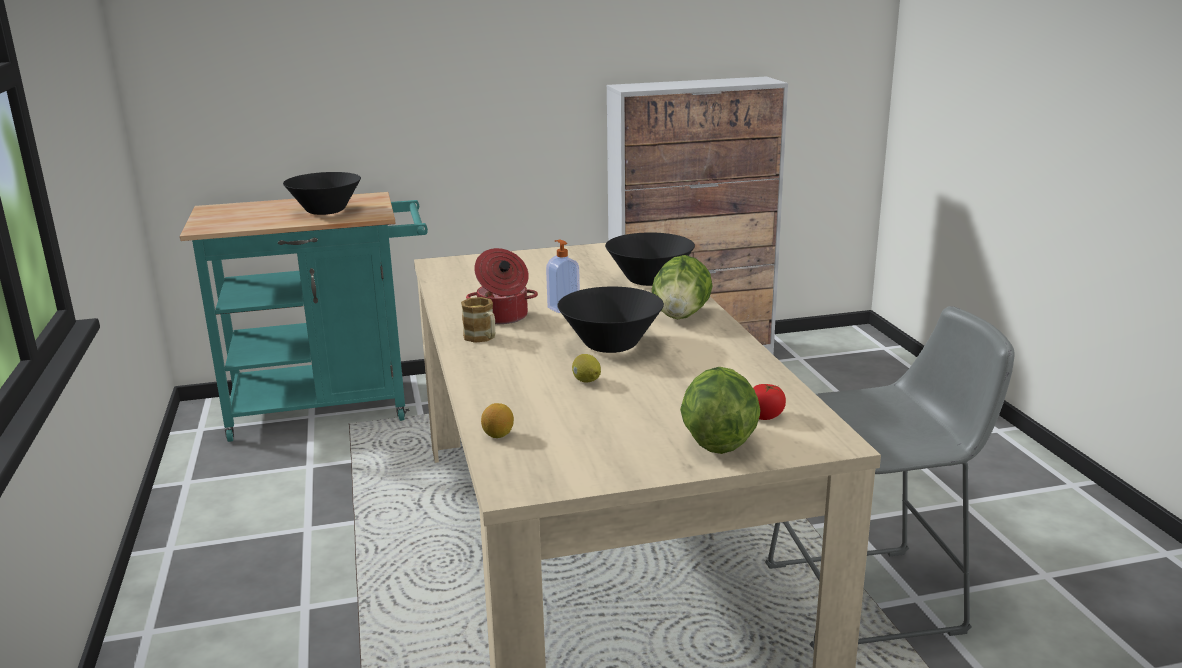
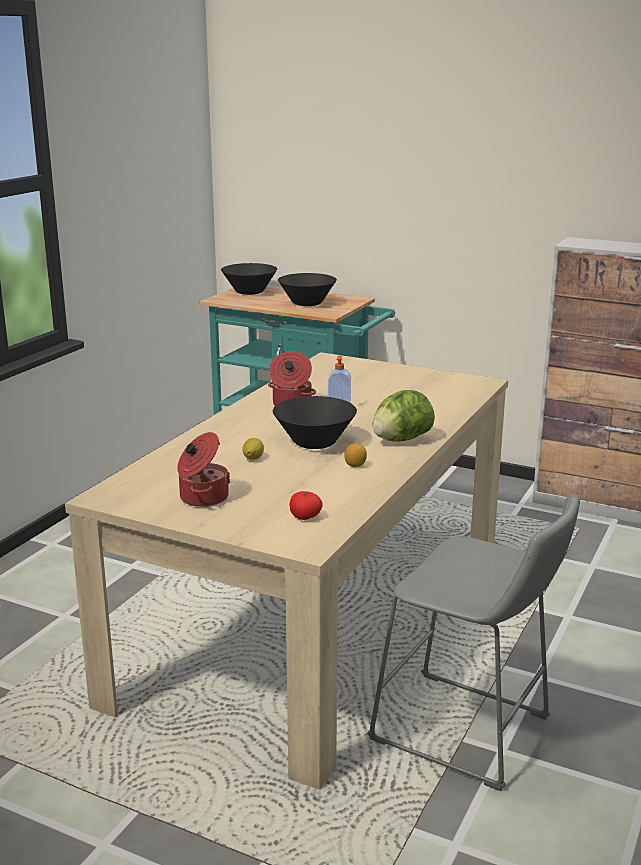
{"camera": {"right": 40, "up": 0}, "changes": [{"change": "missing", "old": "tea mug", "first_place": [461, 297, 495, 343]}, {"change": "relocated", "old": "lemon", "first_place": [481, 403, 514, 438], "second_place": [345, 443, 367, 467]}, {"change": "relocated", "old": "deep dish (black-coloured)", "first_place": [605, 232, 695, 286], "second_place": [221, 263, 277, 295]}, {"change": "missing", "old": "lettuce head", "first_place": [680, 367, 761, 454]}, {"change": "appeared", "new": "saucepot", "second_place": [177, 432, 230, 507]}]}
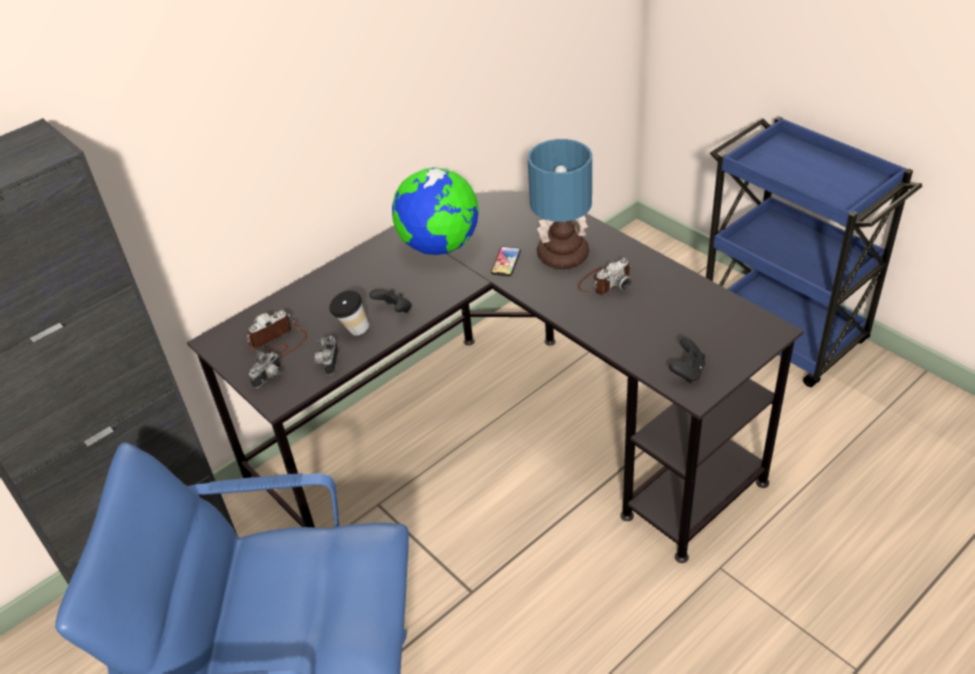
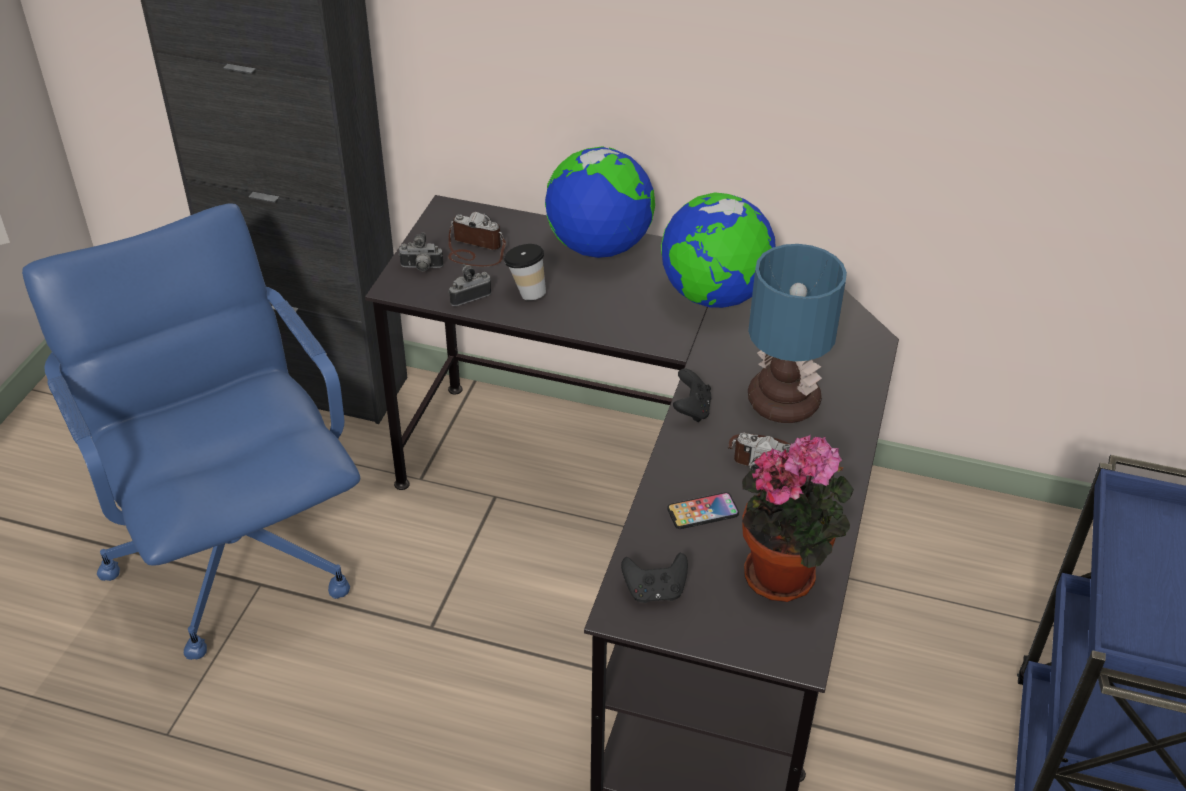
{"camera": {"right": 55, "up": 0}, "changes": [{"change": "relocated", "old": "gamepad (black-coloured)", "first_place": [370, 289, 412, 313], "second_place": [673, 368, 711, 422]}, {"change": "relocated", "old": "telephone", "first_place": [491, 246, 521, 276], "second_place": [667, 492, 739, 529]}, {"change": "appeared", "new": "desk globe", "second_place": [545, 146, 655, 258]}, {"change": "appeared", "new": "potted plant", "second_place": [742, 435, 854, 602]}]}
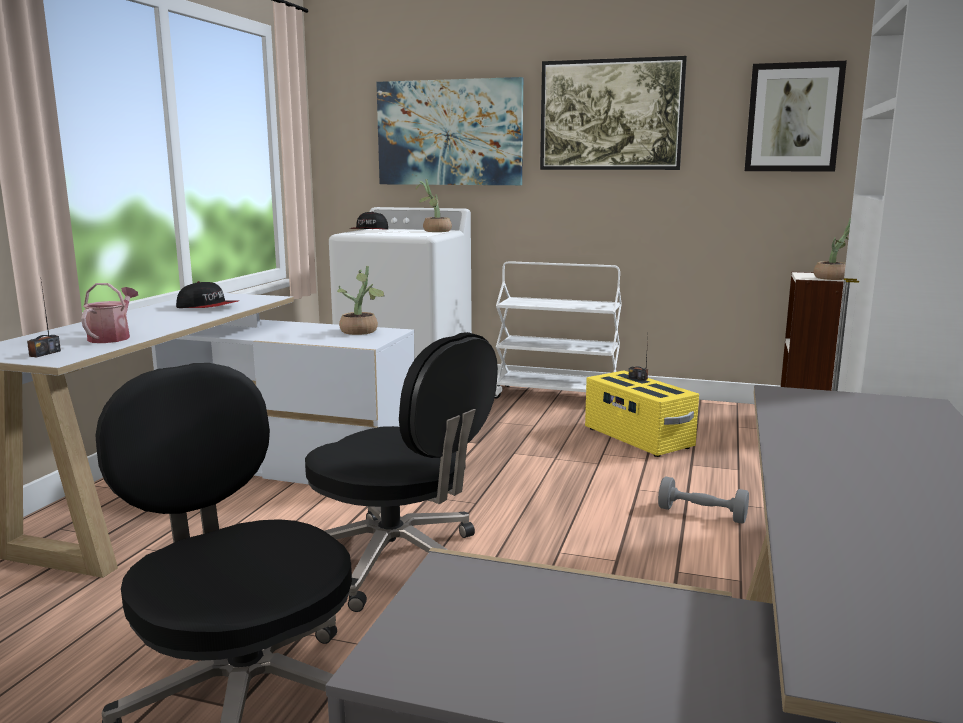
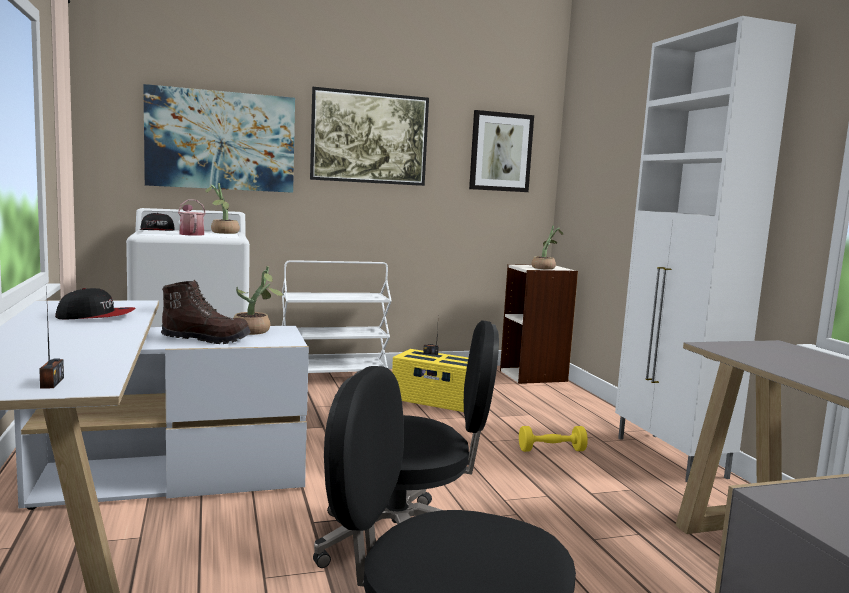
{"camera": {"right": -35, "up": -5}, "changes": [{"change": "relocated", "old": "watering can", "first_place": [81, 283, 138, 343], "second_place": [178, 199, 206, 236]}, {"change": "colour", "old": "free weight (grey)", "new": "free weight (yellow)", "first_place": [658, 476, 749, 524], "second_place": [519, 426, 588, 452]}, {"change": "appeared", "new": "high-top boot (brownish)", "second_place": [161, 280, 251, 344]}]}
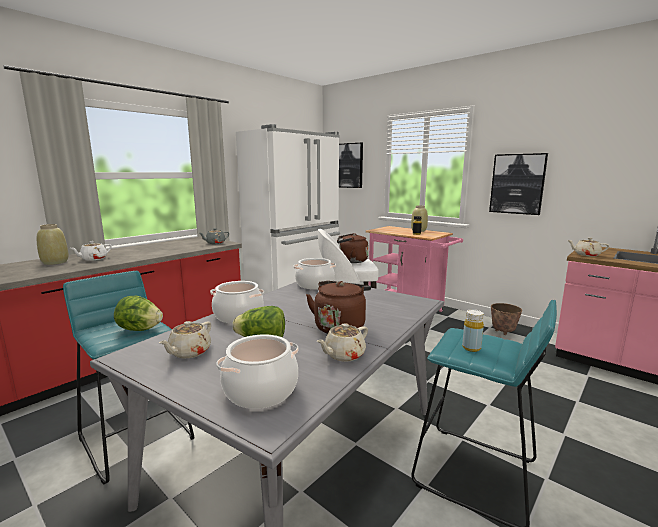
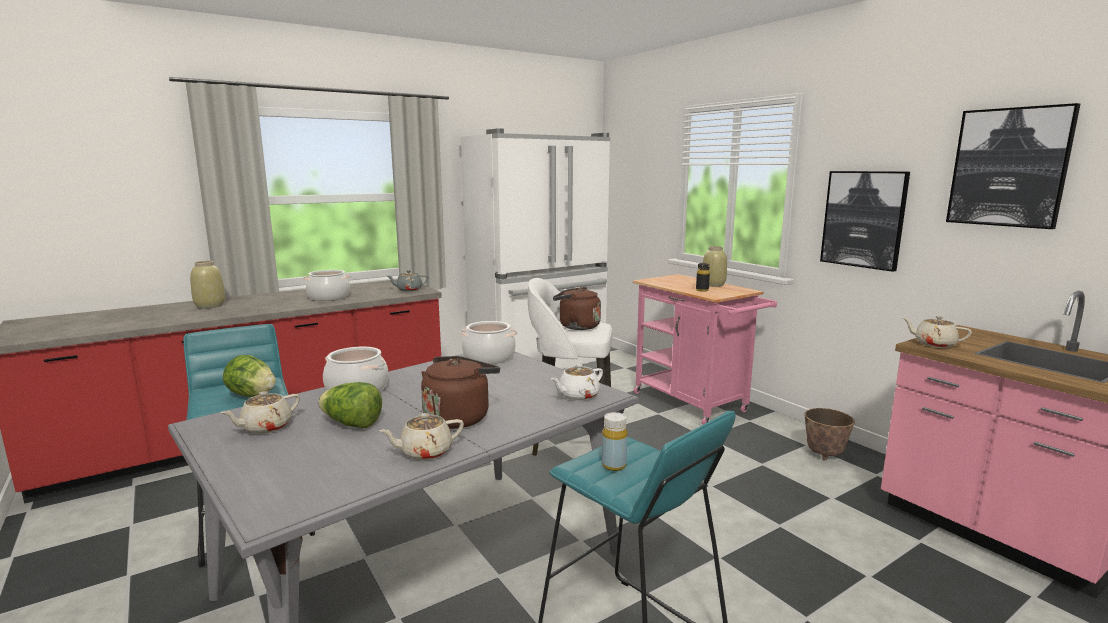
{"camera": {"right": 15, "up": 0}, "changes": [{"change": "relocated", "old": "pot for tea (white-coloured)", "first_place": [70, 241, 112, 261], "second_place": [551, 364, 603, 401]}, {"change": "relocated", "old": "saucepot", "first_place": [216, 334, 298, 409], "second_place": [303, 270, 351, 301]}, {"change": "relocated", "old": "picture", "first_place": [339, 143, 363, 188], "second_place": [946, 103, 1080, 229]}]}
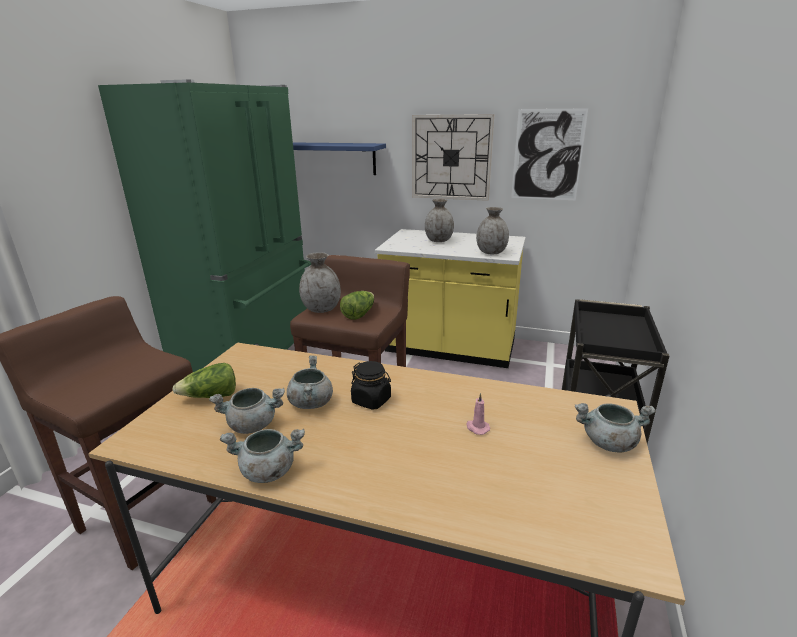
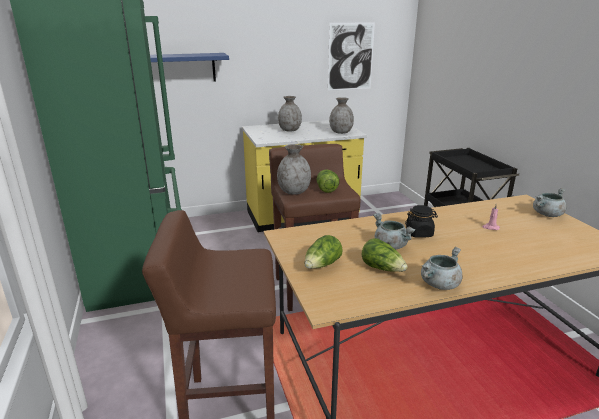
{"camera": {"right": -35, "up": 0}, "changes": [{"change": "exchanged", "old": "saucepot (grey)", "new": "lettuce head", "first_place": [209, 388, 285, 434], "second_place": [362, 238, 408, 272]}, {"change": "missing", "old": "hanging clock", "first_place": [412, 114, 494, 201]}]}
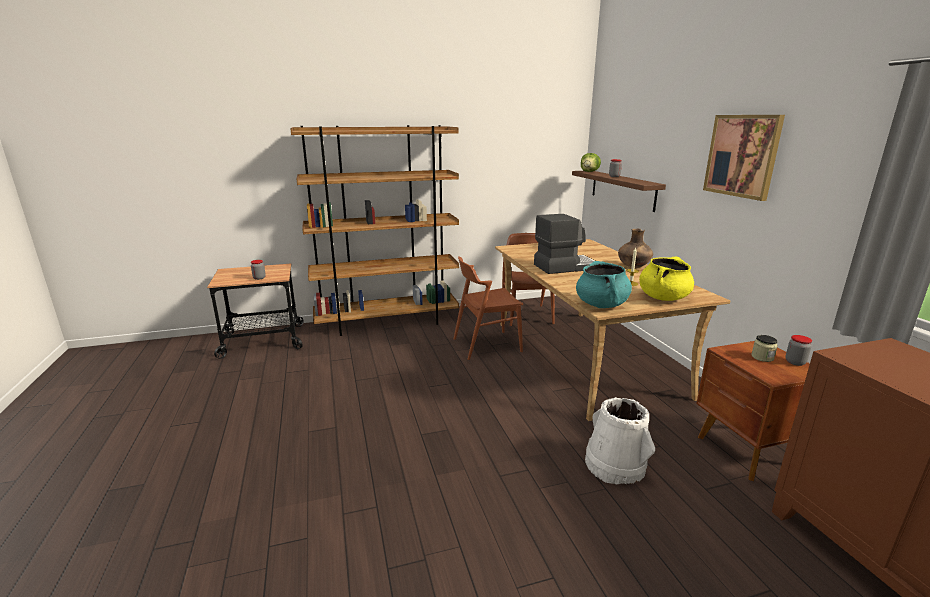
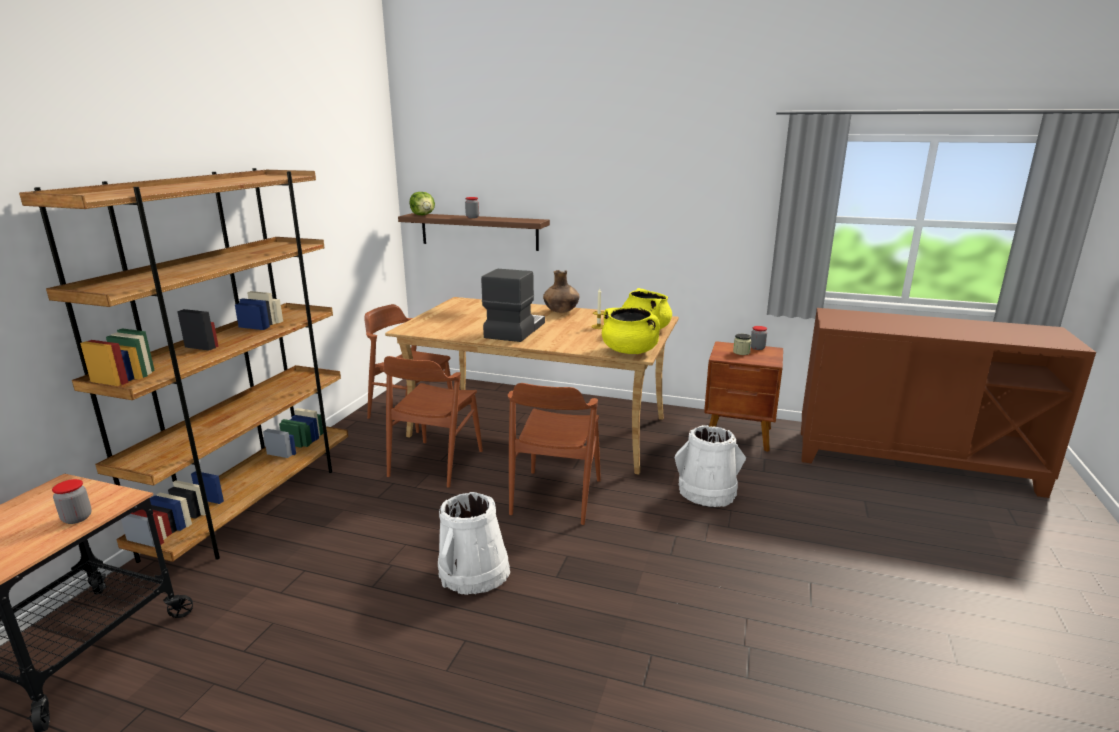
{"camera": {"right": -55, "up": 0}, "changes": [{"change": "colour", "old": "saucepot (turquoise)", "new": "saucepot (yellow)", "first_place": [576, 261, 632, 308], "second_place": [602, 307, 660, 354]}, {"change": "missing", "old": "picture", "first_place": [703, 115, 785, 201]}, {"change": "appeared", "new": "pail (white-coloured)", "second_place": [438, 492, 510, 595]}, {"change": "appeared", "new": "upright chair (brownish)", "second_place": [508, 383, 601, 525]}]}
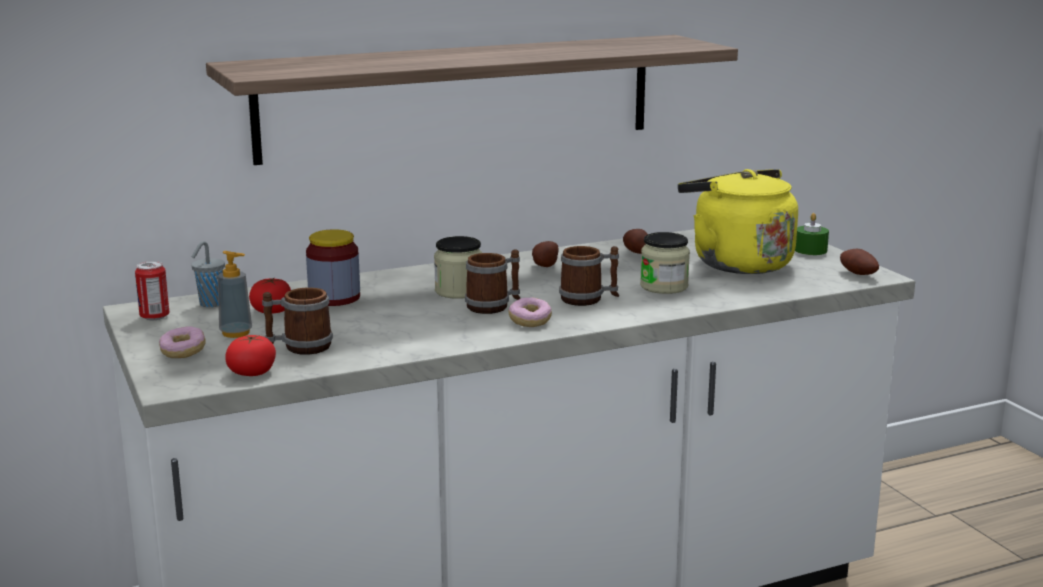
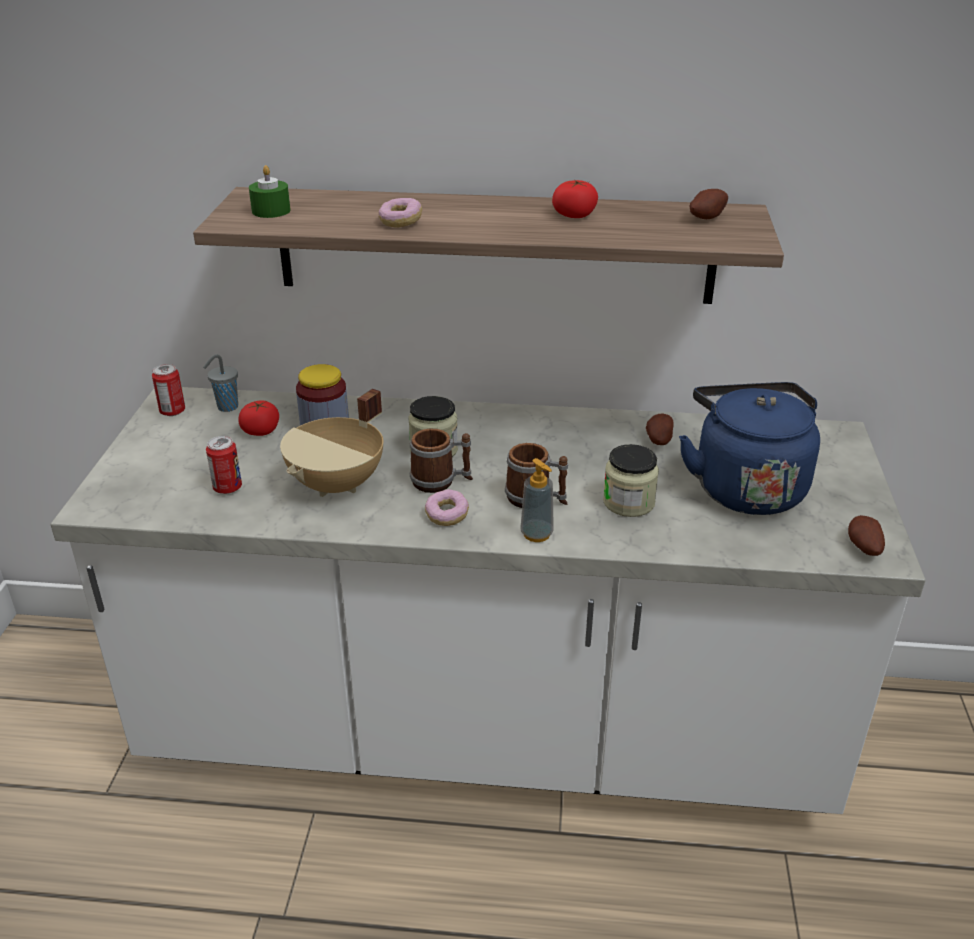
{"camera": {"right": 30, "up": 15}, "changes": [{"change": "relocated", "old": "donut", "first_place": [159, 326, 206, 358], "second_place": [378, 198, 422, 228]}, {"change": "relocated", "old": "soap dispenser", "first_place": [218, 251, 252, 338], "second_place": [520, 458, 554, 542]}, {"change": "relocated", "old": "tomato", "first_place": [225, 335, 276, 376], "second_place": [552, 180, 598, 218]}, {"change": "exchanged", "old": "tea mug", "new": "sealed can", "first_place": [262, 287, 333, 355], "second_place": [206, 436, 242, 494]}, {"change": "relocated", "old": "whole potato", "first_place": [532, 241, 559, 267], "second_place": [690, 189, 728, 219]}, {"change": "colour", "old": "water kettle (yellow)", "new": "water kettle (blue)", "first_place": [678, 169, 798, 274], "second_place": [679, 382, 820, 515]}, {"change": "relocated", "old": "wax light (greenish)", "first_place": [795, 213, 829, 255], "second_place": [249, 165, 291, 218]}, {"change": "appeared", "new": "saucepot (beige)", "second_place": [280, 389, 383, 497]}]}
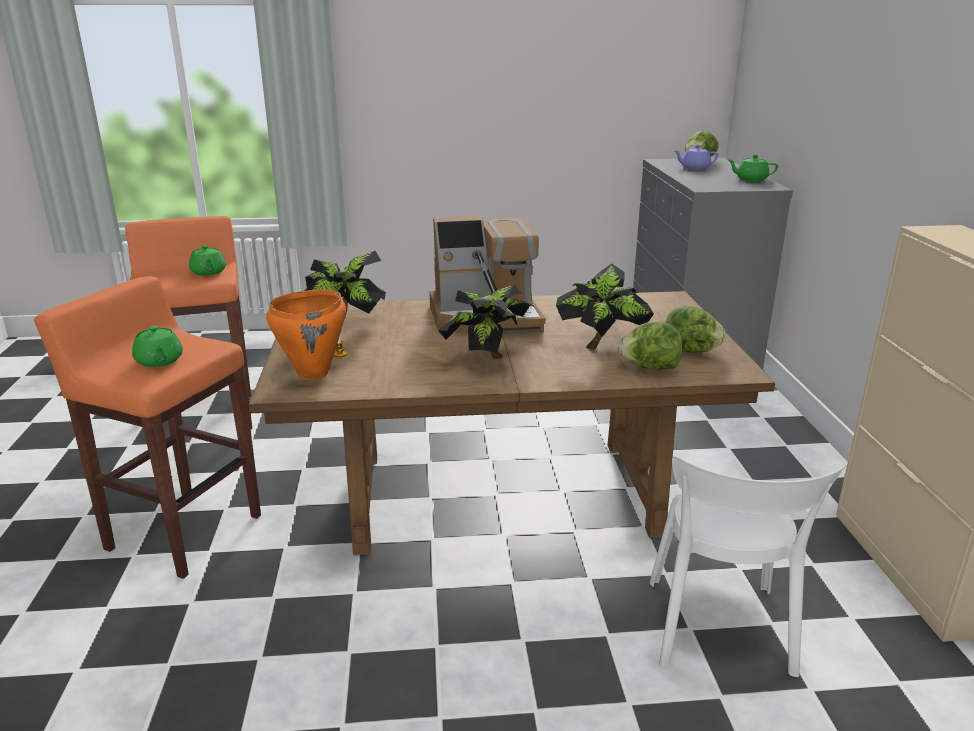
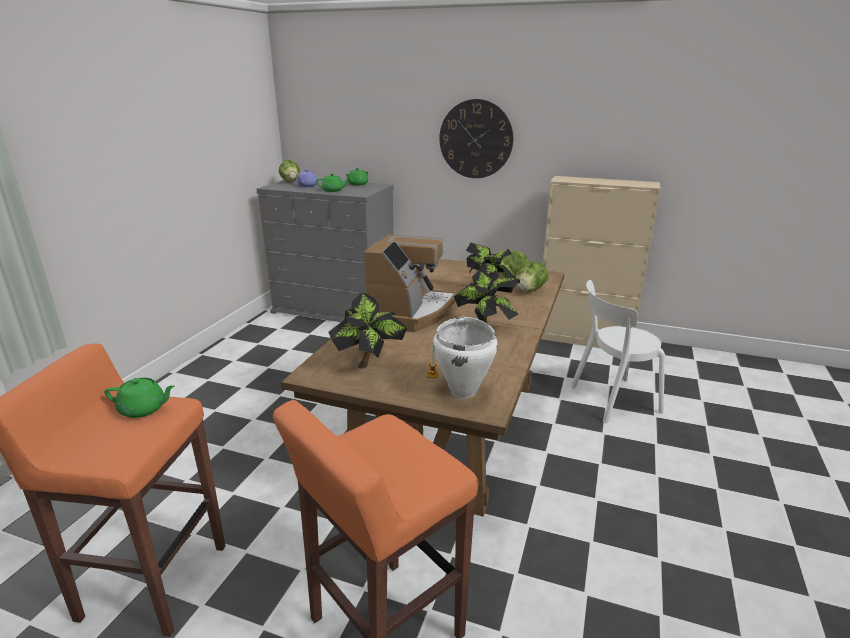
{"camera": {"right": -65, "up": 0}, "changes": [{"change": "relocated", "old": "pot for tea (greenish)", "first_place": [132, 326, 183, 367], "second_place": [316, 173, 350, 192]}, {"change": "colour", "old": "saucepot (orangey)", "new": "saucepot (white-coloured)", "first_place": [267, 290, 346, 380], "second_place": [433, 317, 498, 398]}, {"change": "spun", "old": "upright chair (white-coloured)", "first_place": [649, 456, 846, 677], "second_place": [571, 280, 665, 423], "degrees": 135}, {"change": "appeared", "new": "hanging clock", "second_place": [439, 99, 513, 178]}]}
